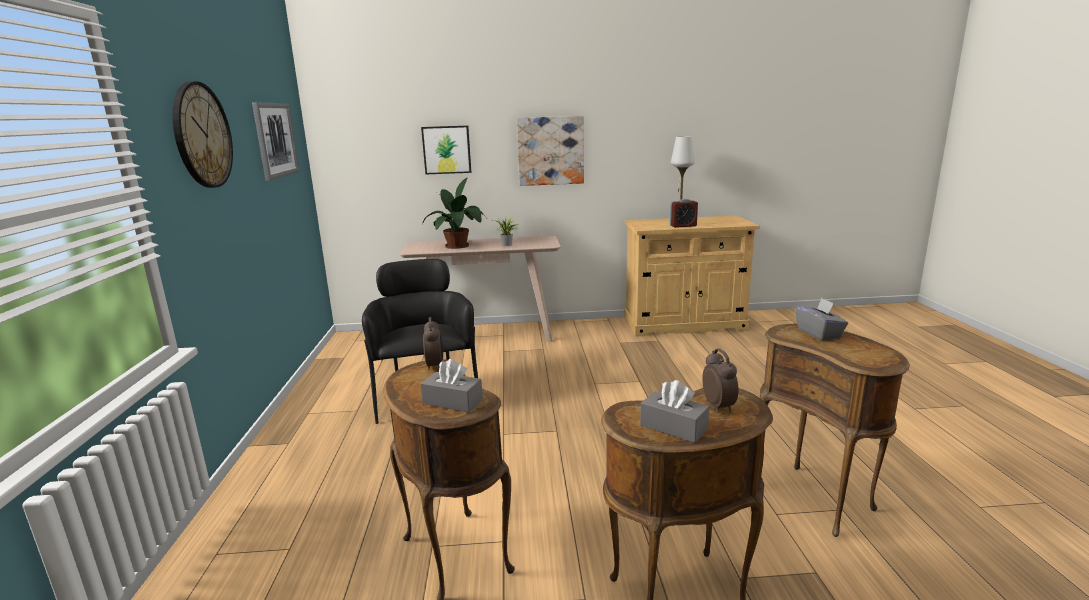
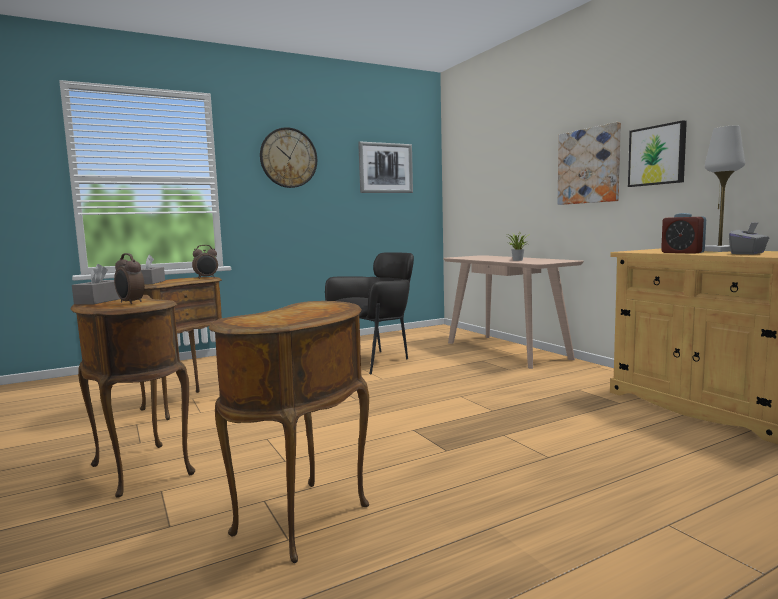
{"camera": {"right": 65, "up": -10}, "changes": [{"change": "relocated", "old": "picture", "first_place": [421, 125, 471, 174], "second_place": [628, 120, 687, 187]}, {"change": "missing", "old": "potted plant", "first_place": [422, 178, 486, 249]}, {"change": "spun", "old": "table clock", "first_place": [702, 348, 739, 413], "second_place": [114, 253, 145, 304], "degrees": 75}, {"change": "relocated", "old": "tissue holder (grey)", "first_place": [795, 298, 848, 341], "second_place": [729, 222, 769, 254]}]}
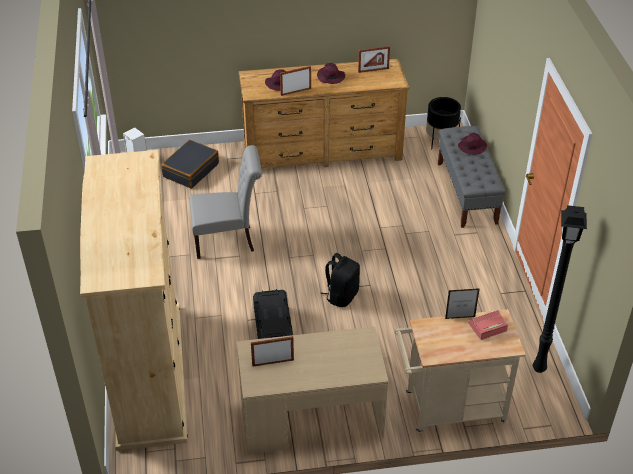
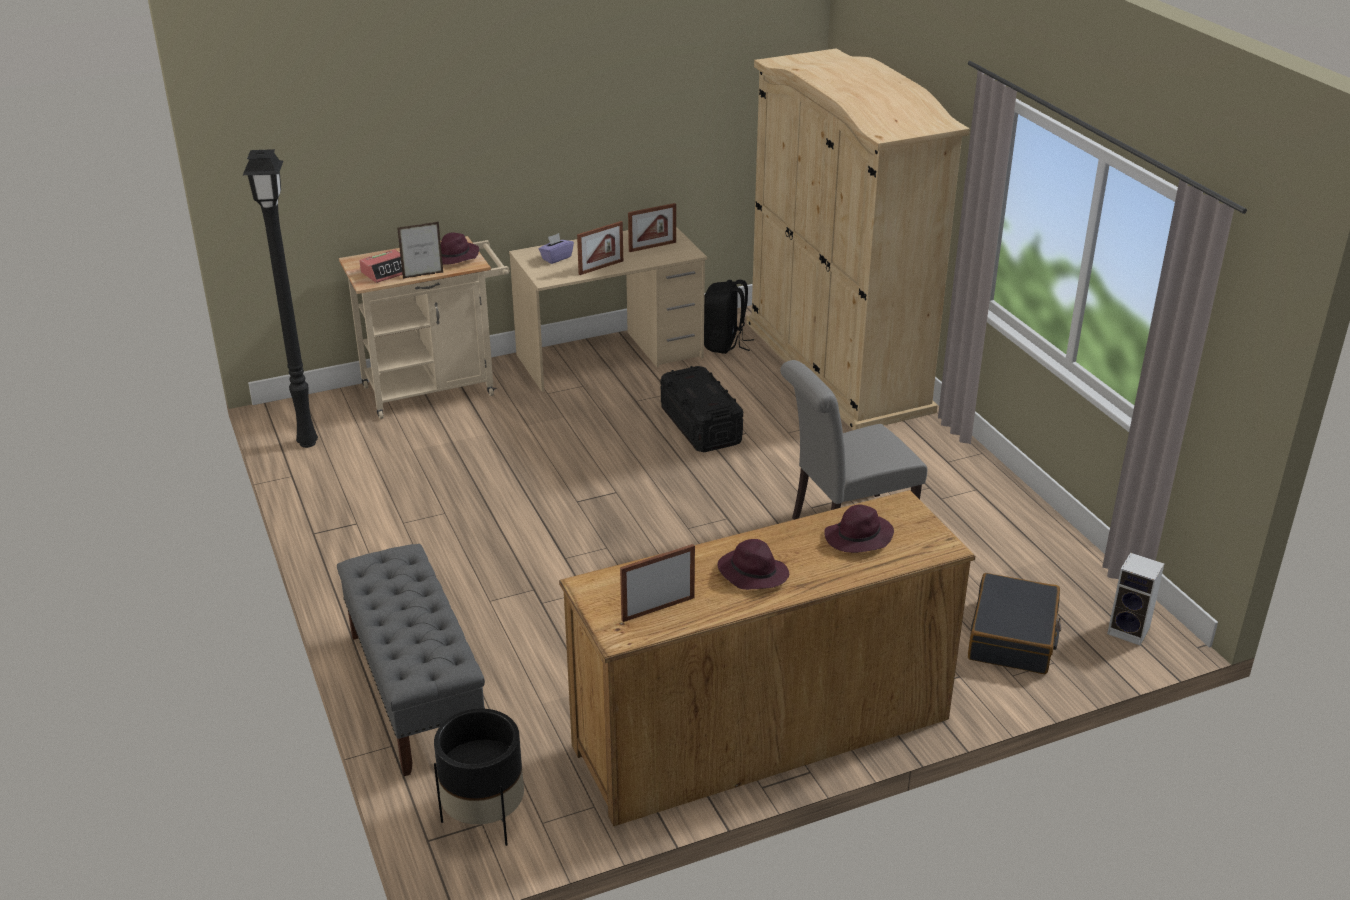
{"camera": {"right": 165, "up": -10}, "changes": [{"change": "relocated", "old": "picture frame", "first_place": [280, 66, 311, 96], "second_place": [577, 221, 623, 275]}, {"change": "relocated", "old": "knapsack (black-coloured)", "first_place": [320, 253, 360, 307], "second_place": [704, 280, 754, 354]}, {"change": "relocated", "old": "wearable hat (purplish)", "first_place": [458, 133, 487, 155], "second_place": [441, 232, 479, 265]}, {"change": "appeared", "new": "tissue holder (purplish)", "second_place": [539, 233, 574, 264]}]}
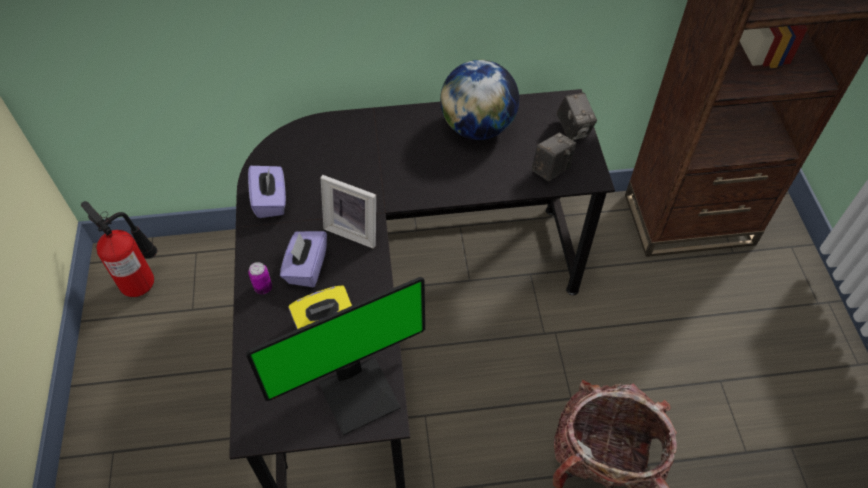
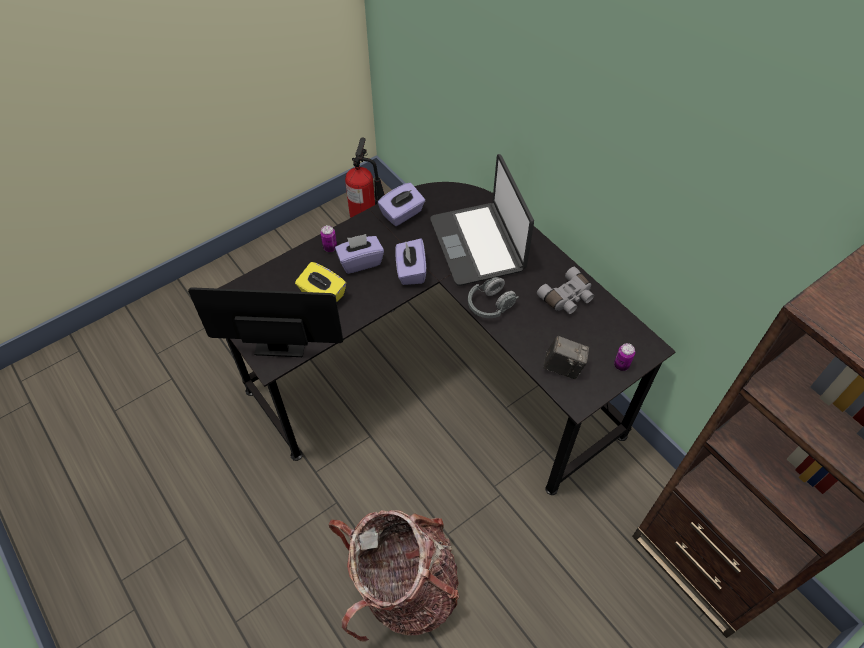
{"camera": {"right": 60, "up": 0}, "changes": [{"change": "spun", "old": "computer display", "first_place": [246, 277, 425, 435], "second_place": [188, 287, 343, 357], "degrees": 150}, {"change": "exchanged", "old": "picture frame", "new": "tissue holder (purplish)", "first_place": [321, 175, 376, 249], "second_place": [395, 239, 426, 285]}, {"change": "exchanged", "old": "desk globe", "new": "pair of binoculars (grey)", "first_place": [440, 60, 519, 140], "second_place": [537, 267, 594, 314]}, {"change": "exchanged", "old": "still camera", "new": "sealed can", "first_place": [557, 93, 597, 140], "second_place": [614, 343, 635, 371]}, {"change": "appeared", "new": "laptop", "second_place": [430, 154, 534, 286]}, {"change": "appeared", "new": "pair of headphones (grey)", "second_place": [468, 277, 519, 318]}]}
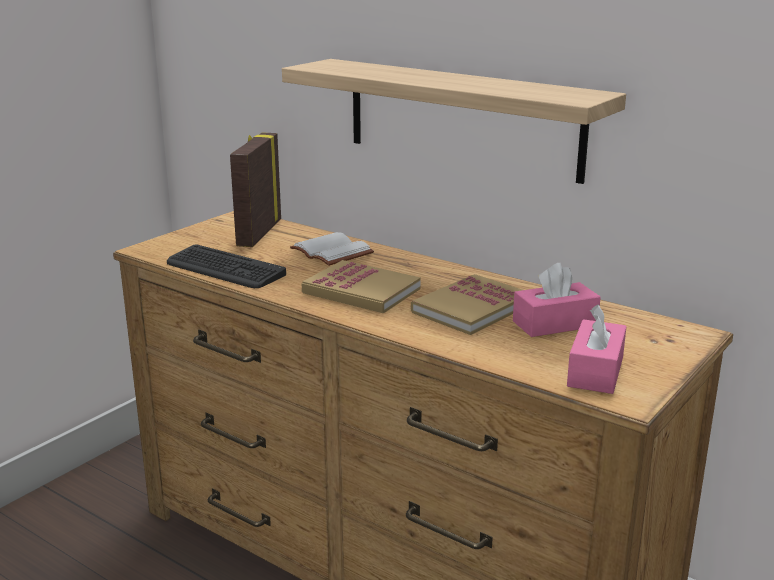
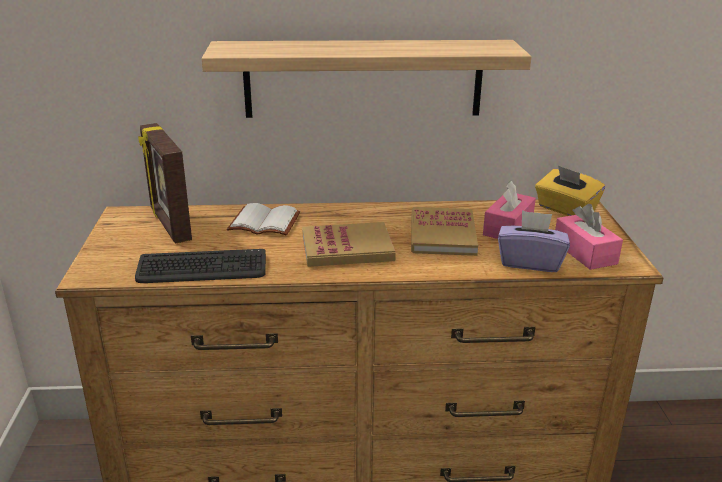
{"camera": {"right": -40, "up": 5}, "changes": [{"change": "appeared", "new": "tissue holder (purplish)", "second_place": [498, 210, 570, 272]}, {"change": "appeared", "new": "tissue holder (yellow)", "second_place": [535, 165, 605, 216]}]}
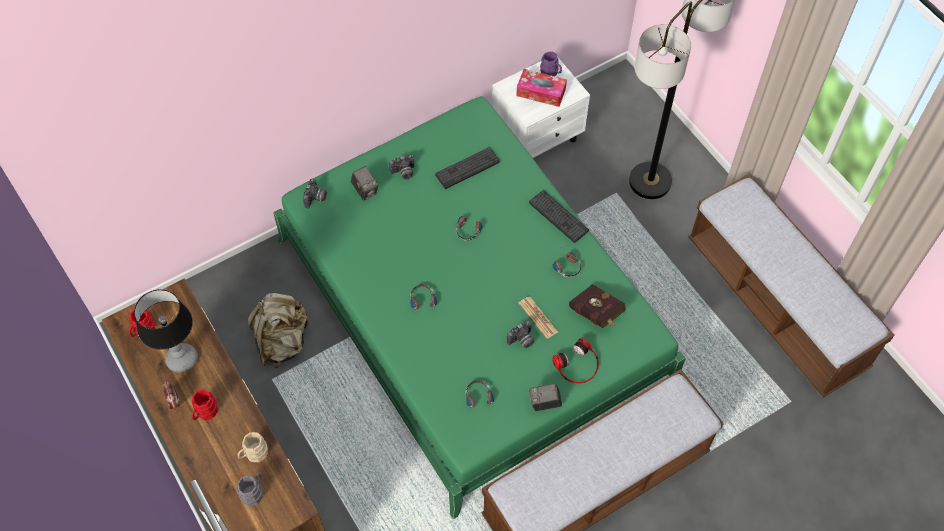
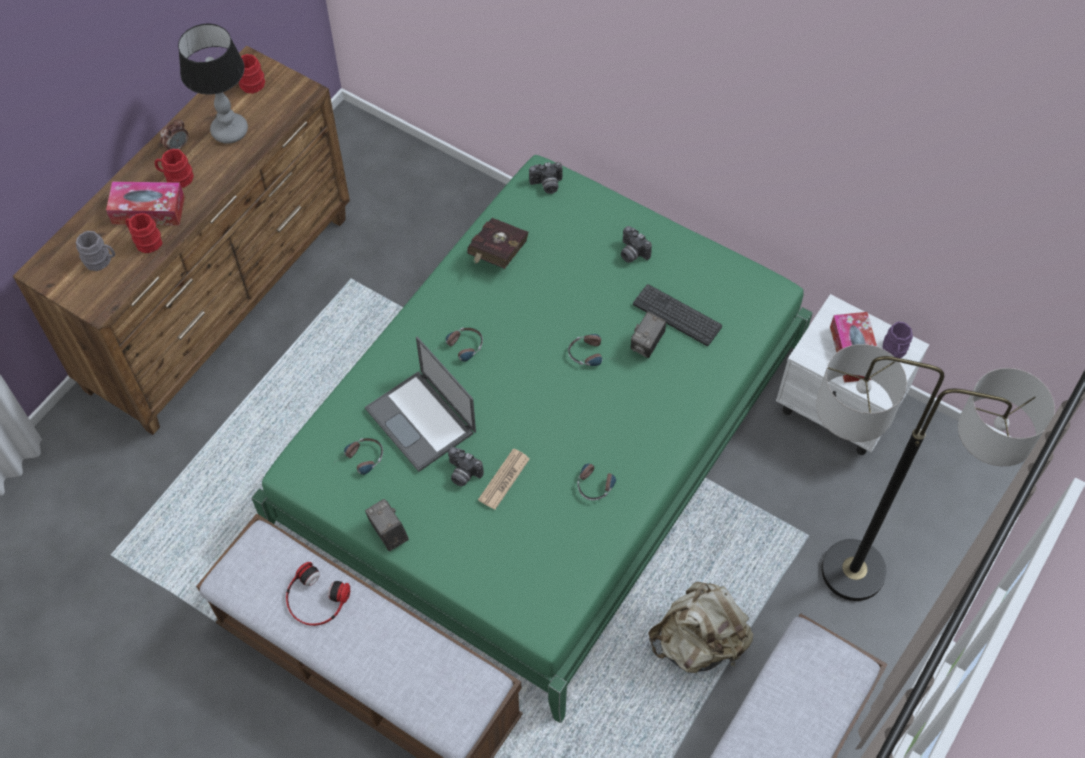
{"camera": {"right": 65, "up": 0}, "changes": [{"change": "colour", "old": "tea mug (beige)", "new": "tea mug (red-coloured)", "first_place": [238, 432, 268, 462], "second_place": [125, 213, 162, 253]}, {"change": "relocated", "old": "knapsack (beige)", "first_place": [247, 293, 310, 368], "second_place": [648, 582, 753, 673]}, {"change": "relocated", "old": "still camera", "first_place": [351, 166, 378, 201], "second_place": [631, 312, 666, 358]}, {"change": "missing", "old": "keyboard", "first_place": [529, 190, 589, 243]}, {"change": "relocated", "old": "pair of headphones", "first_place": [553, 338, 599, 383], "second_place": [286, 562, 350, 626]}, {"change": "relocated", "old": "bound book (red-coloured)", "first_place": [569, 284, 626, 328], "second_place": [467, 218, 529, 269]}, {"change": "appeared", "new": "tissue holder", "second_place": [106, 182, 185, 225]}, {"change": "appeared", "new": "laptop", "second_place": [365, 337, 476, 472]}]}
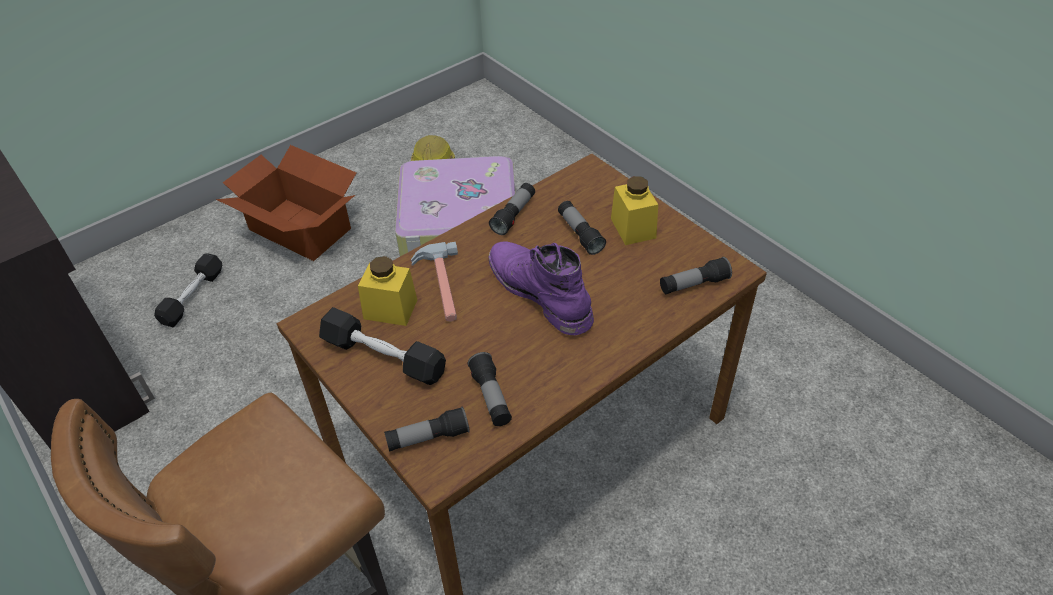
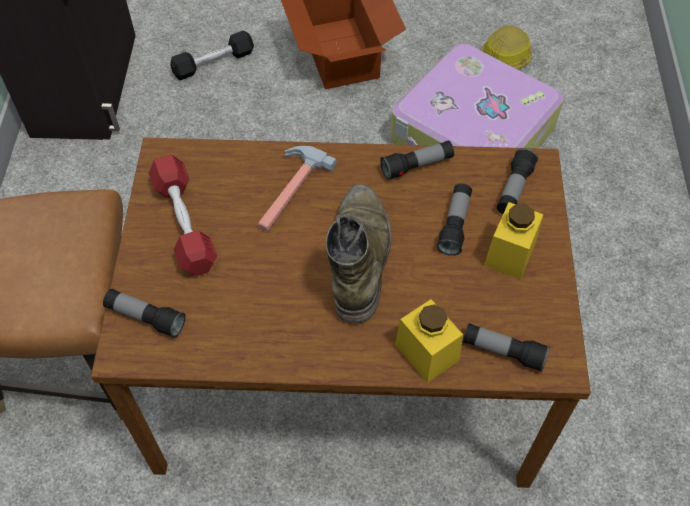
{"camera": {"right": 40, "up": 10}, "changes": [{"change": "colour", "old": "free weight (black-coloured)", "new": "free weight (red-coloured)", "first_place": [319, 307, 446, 385], "second_place": [149, 154, 217, 276]}, {"change": "relocated", "old": "jar (yellow)", "first_place": [358, 256, 417, 326], "second_place": [395, 299, 463, 383]}, {"change": "relocated", "old": "flashlight", "first_place": [468, 352, 512, 426], "second_place": [497, 148, 538, 214]}, {"change": "colour", "old": "high-top boot (purplish)", "new": "high-top boot (greenish)", "first_place": [489, 241, 594, 335], "second_place": [326, 184, 392, 323]}]}
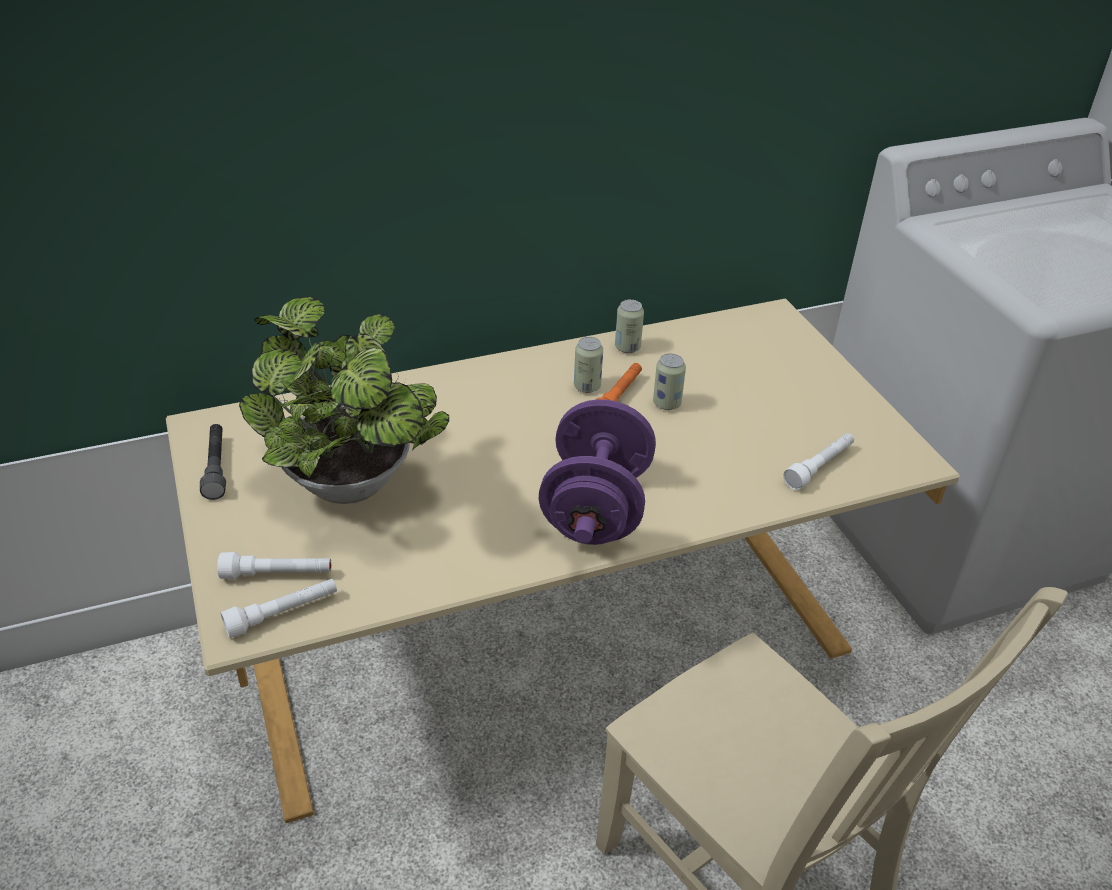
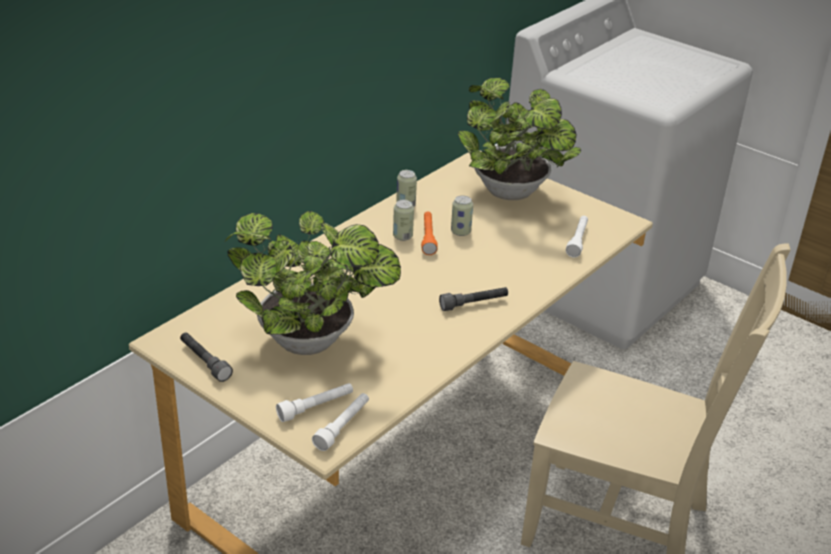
{"camera": {"right": -30, "up": -5}, "changes": [{"change": "exchanged", "old": "free weight (purplish)", "new": "flashlight (grey)", "first_place": [539, 399, 656, 545], "second_place": [439, 287, 508, 311]}, {"change": "appeared", "new": "potted plant", "second_place": [458, 78, 581, 200]}]}
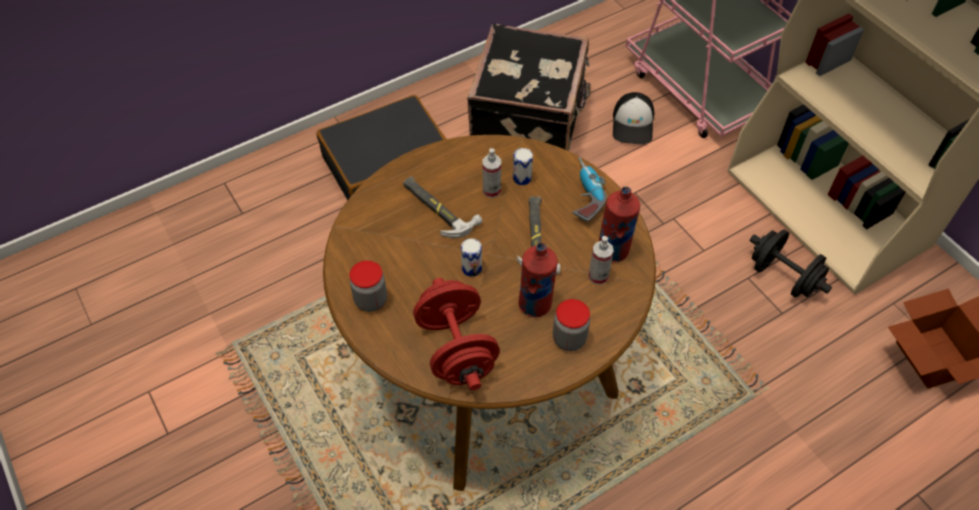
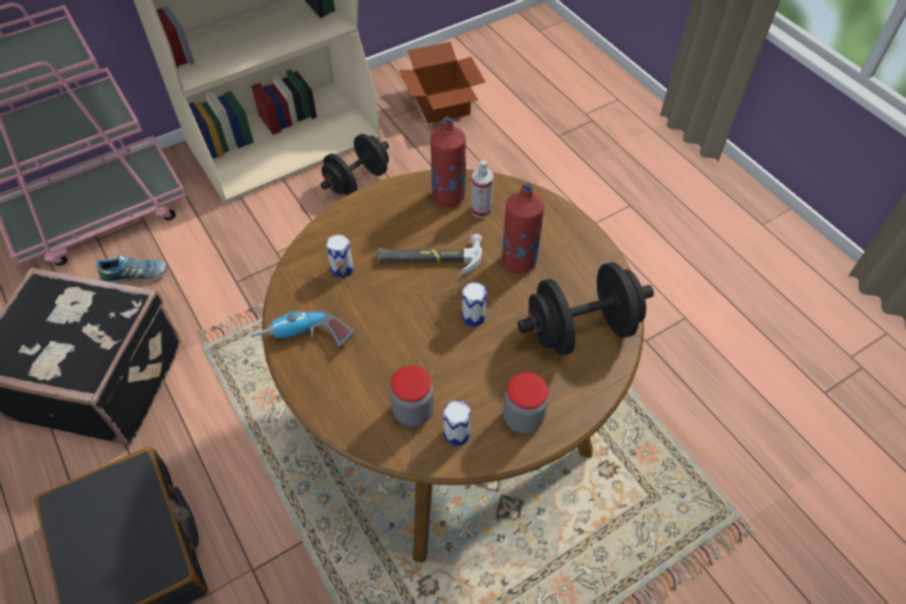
{"camera": {"right": -90, "up": 0}, "changes": [{"change": "missing", "old": "hammer", "first_place": [403, 176, 483, 238]}, {"change": "colour", "old": "free weight (red-coloured)", "new": "free weight (black-coloured)", "first_place": [413, 278, 500, 390], "second_place": [518, 262, 654, 356]}, {"change": "missing", "old": "sprayer", "first_place": [483, 148, 501, 198]}, {"change": "relocated", "old": "jar", "first_place": [553, 299, 590, 351], "second_place": [390, 366, 434, 427]}, {"change": "relocated", "old": "power drill", "first_place": [573, 157, 607, 222], "second_place": [251, 310, 354, 347]}, {"change": "exchanged", "old": "peaked cap", "new": "low shoe", "first_place": [613, 92, 654, 144], "second_place": [96, 255, 167, 283]}, {"change": "appeared", "new": "sealed can", "second_place": [444, 400, 471, 446]}]}
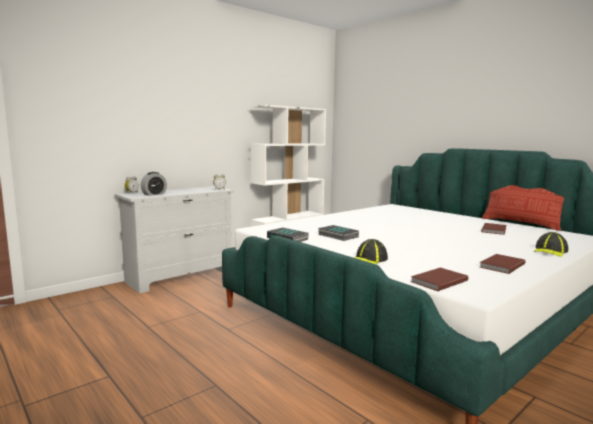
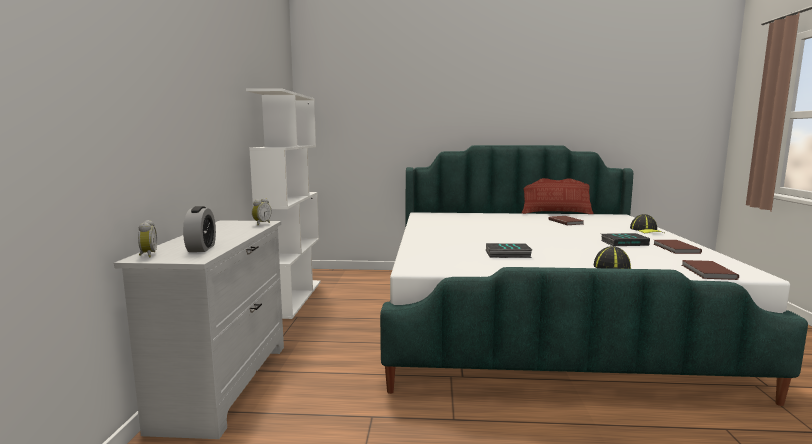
{"camera": {"right": -45, "up": 0}, "changes": [{"change": "relocated", "old": "bound book", "first_place": [267, 228, 309, 242], "second_place": [601, 233, 650, 246]}]}
